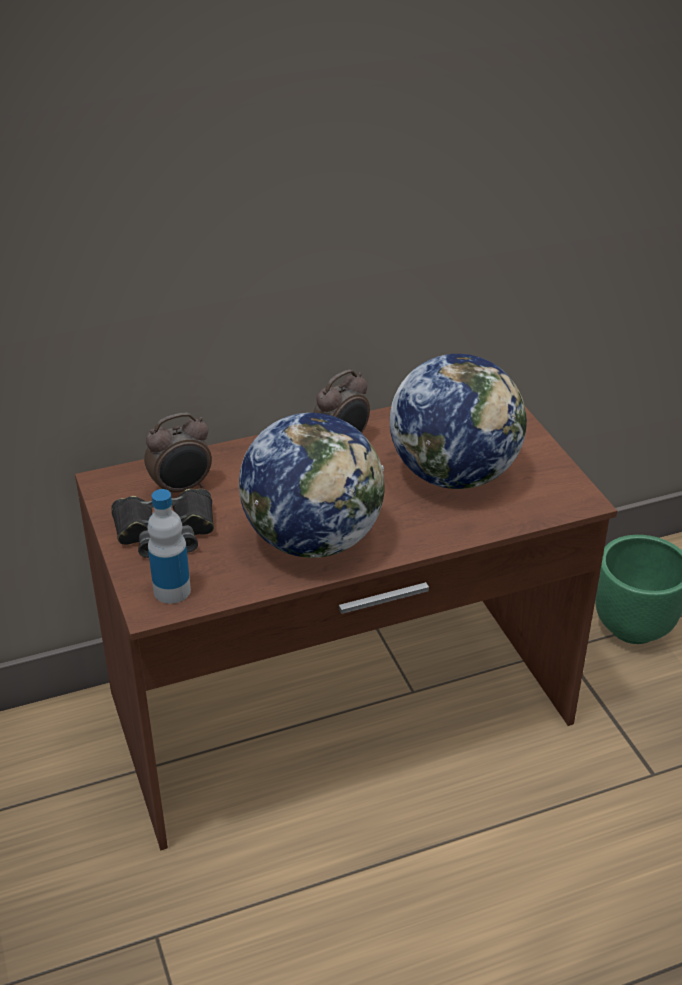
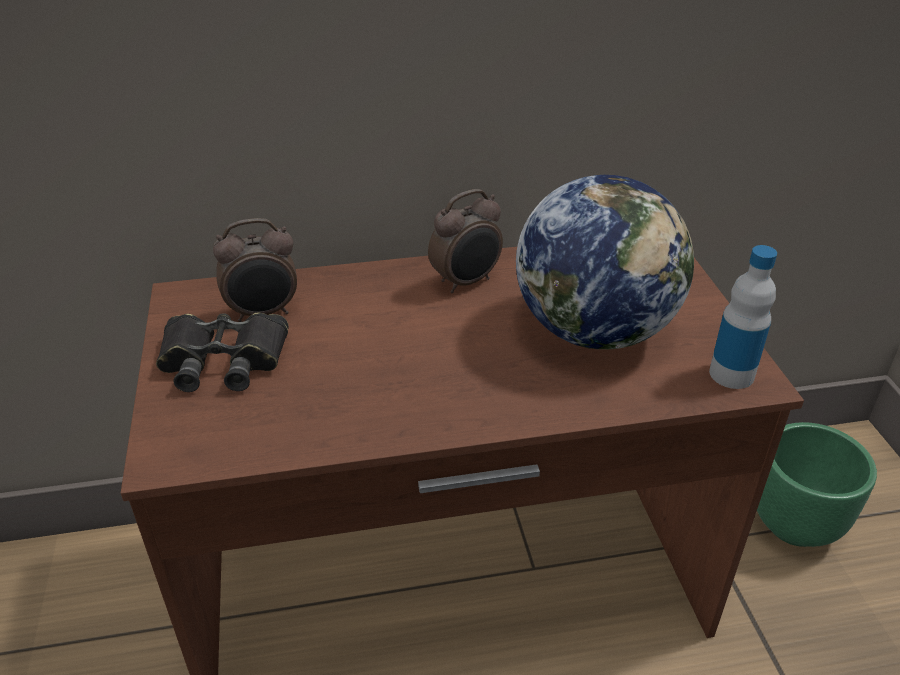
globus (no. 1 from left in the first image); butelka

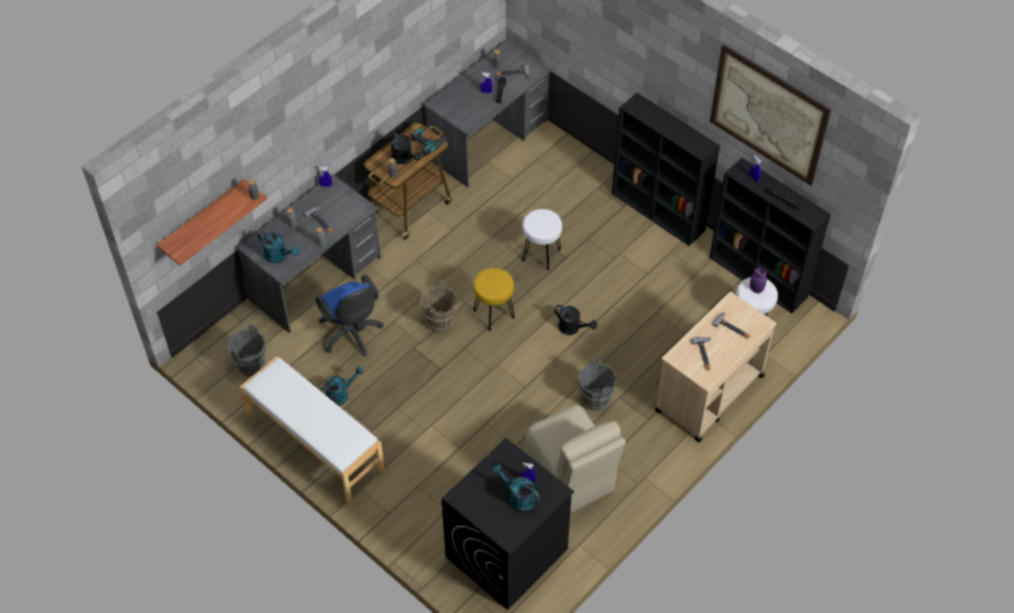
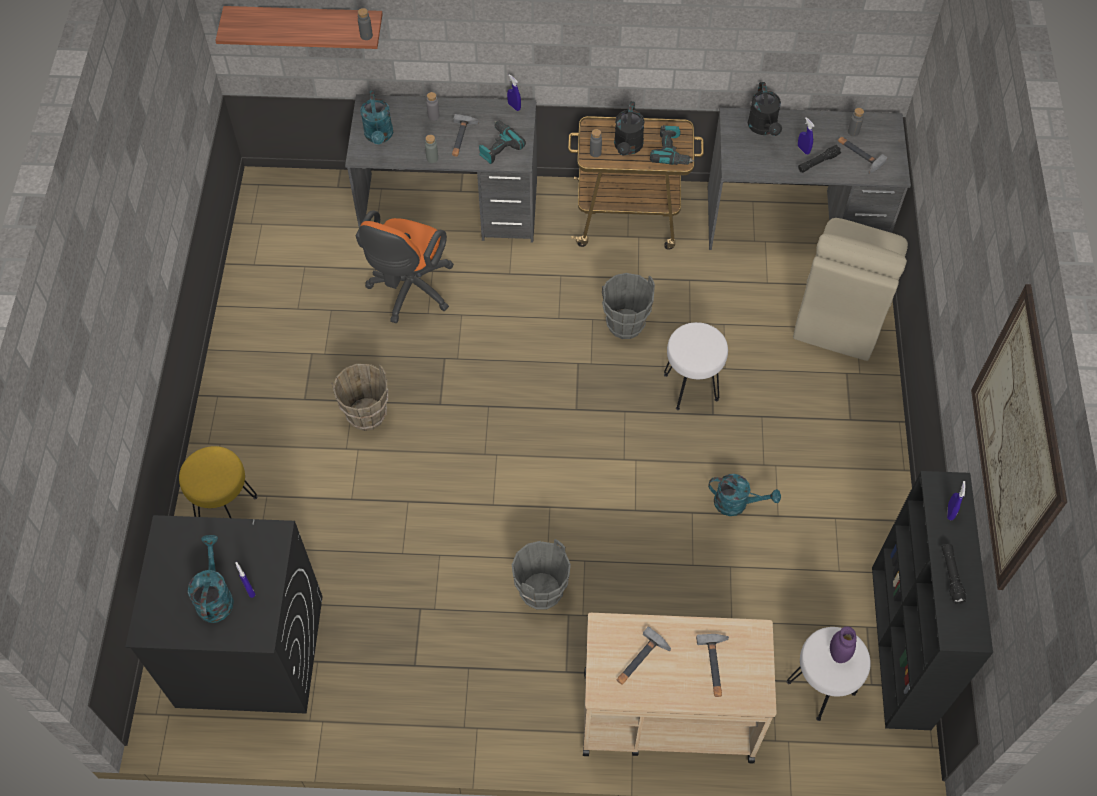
ławka (biały); regał (czarny) (no. 1 from left in the first image); wiertarka (no. 1 from left); wiadro (szary) (no. 2 from left); konewka (turkusowy) (no. 3 from left); wiadro (brązowy); stołek (żółty); krzesło (beżowy); konewka (czarny) (no. 2 from left); krzesło biurowe (pomarańczowy)

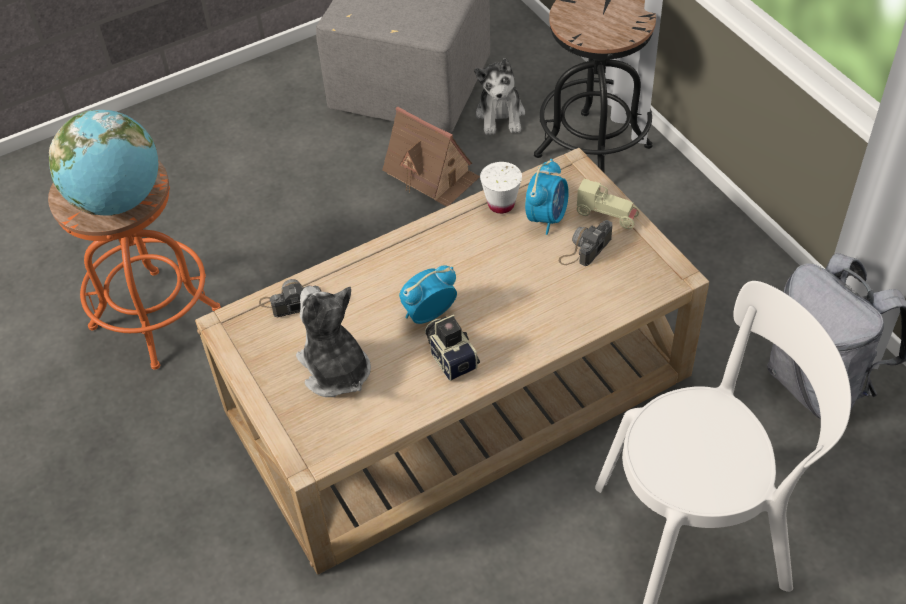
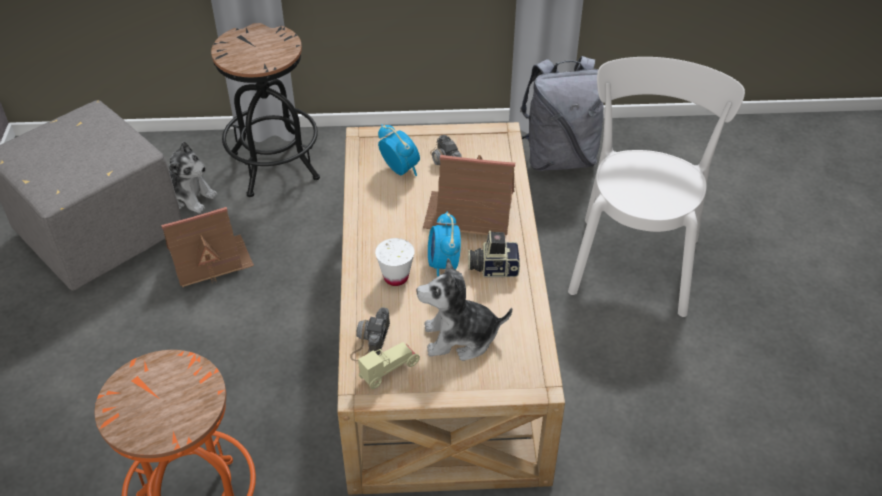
globus; domek (no. 2 from left); filiżanka (biały); samochodzik (beżowy)

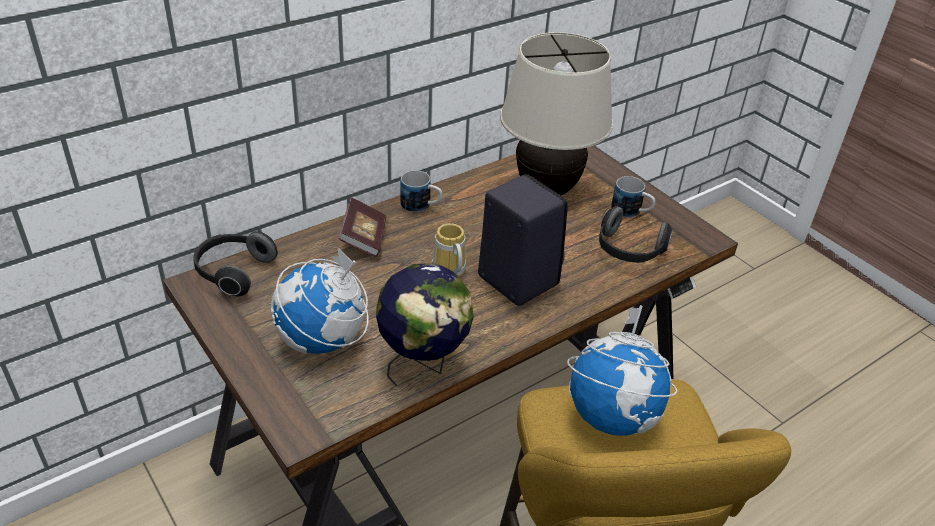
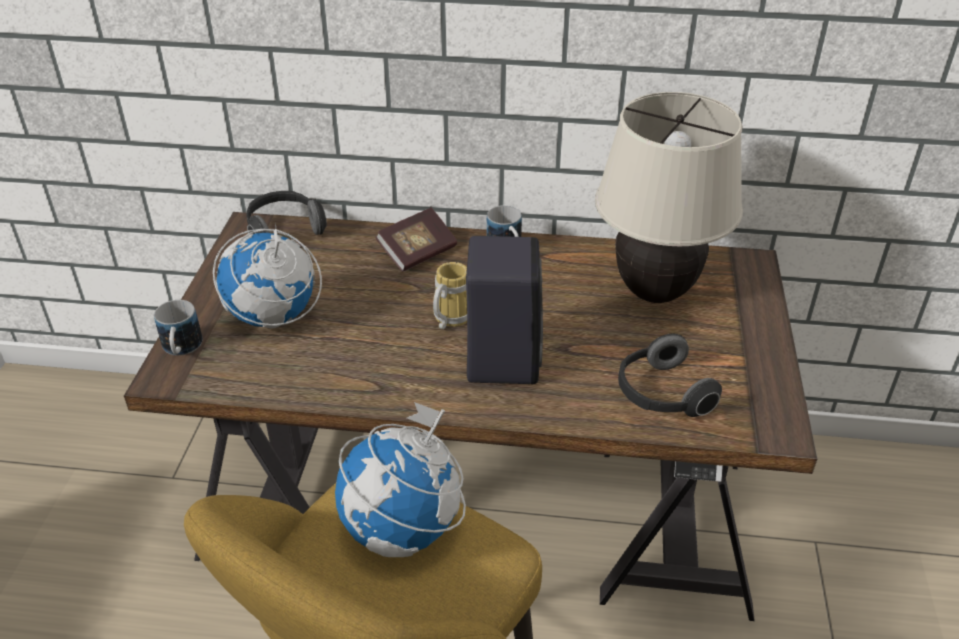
globus (no. 2 from left in the first image); kubek (no. 1 from left)

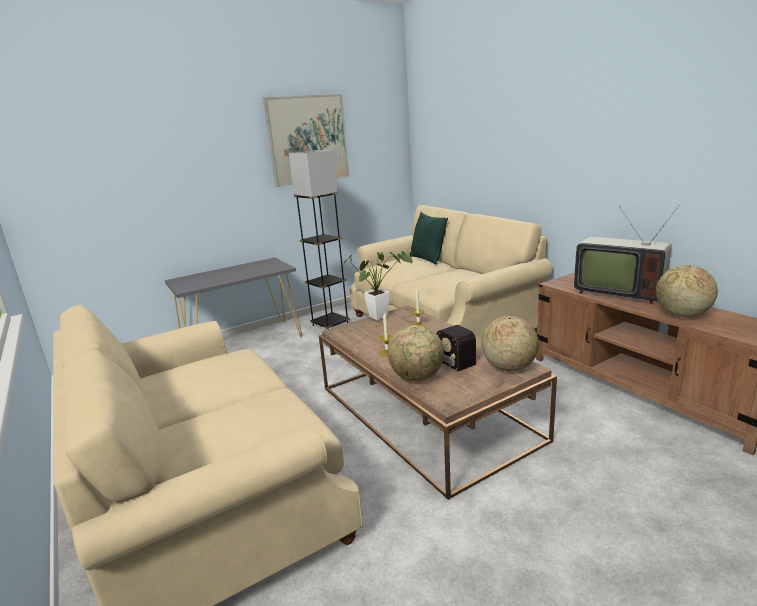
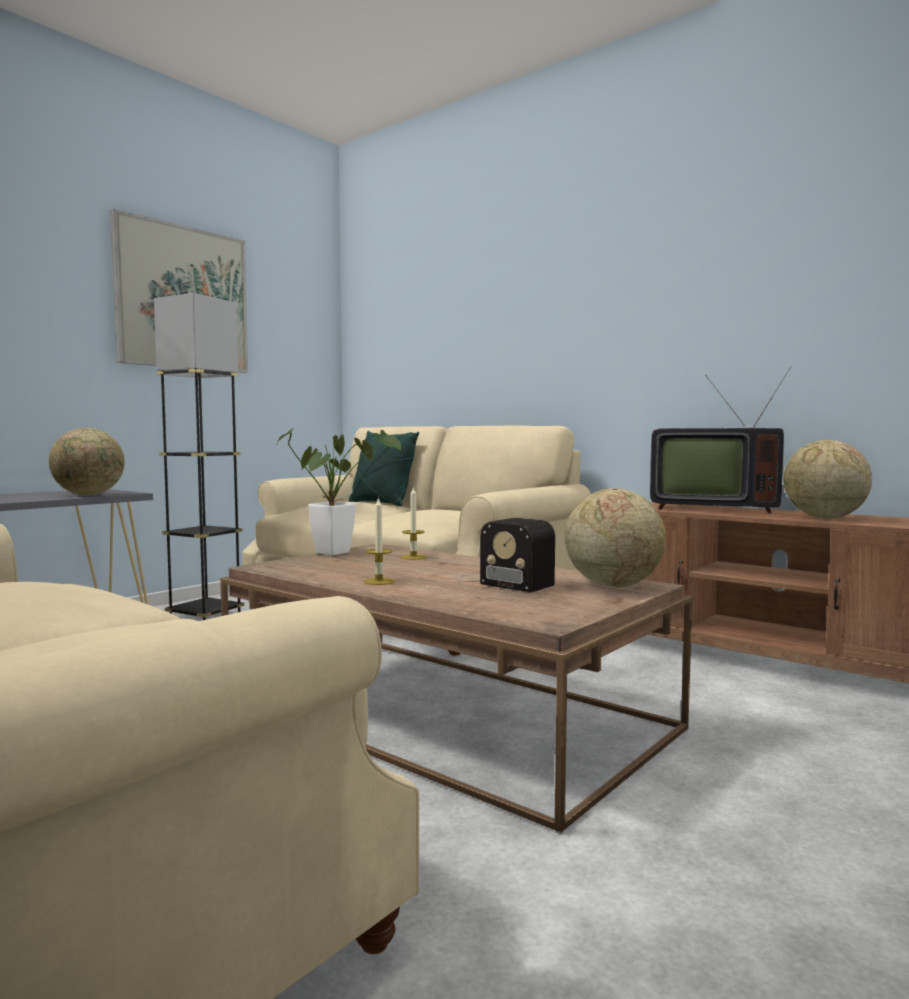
globus (no. 1 from left)

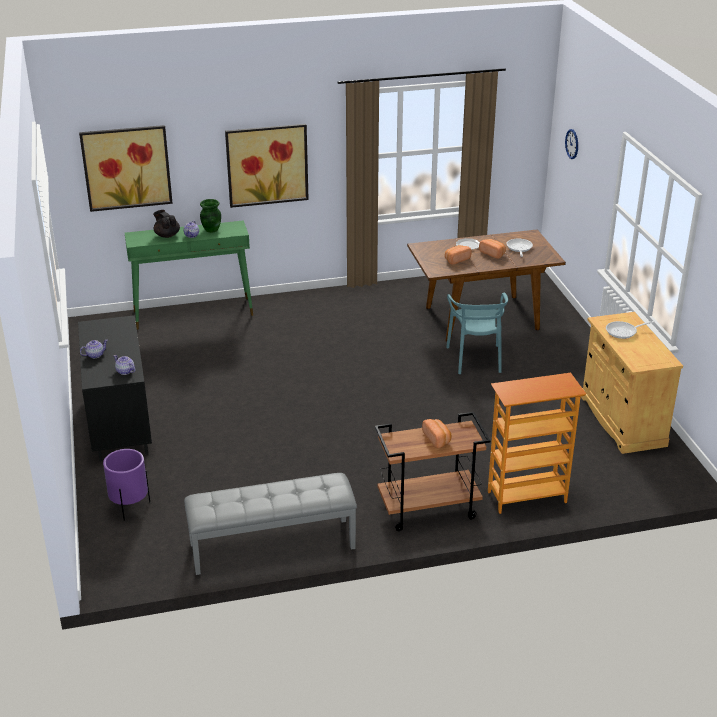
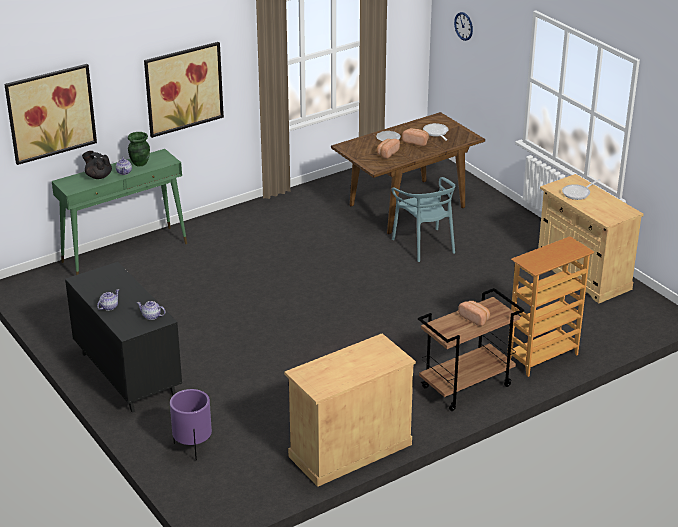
szafka (beżowy) (no. 1 from left)

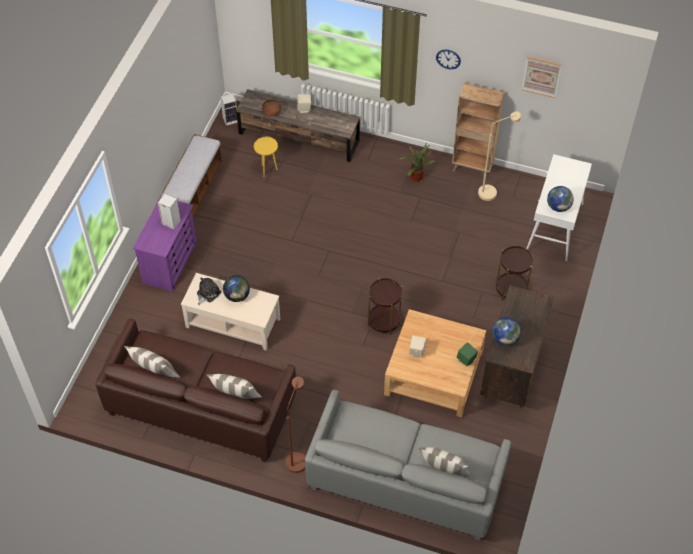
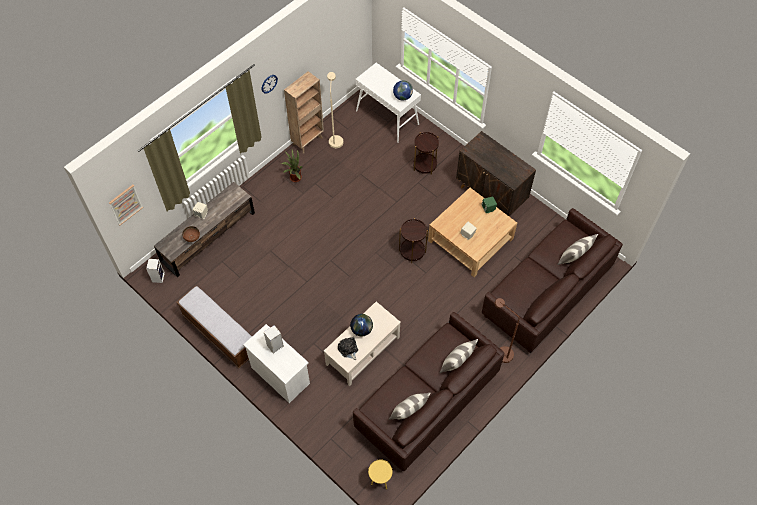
globus (no. 2 from left in the first image); stolik (żółty); obraz; komoda (biały); kanapa (brązowy) (no. 2 from left)

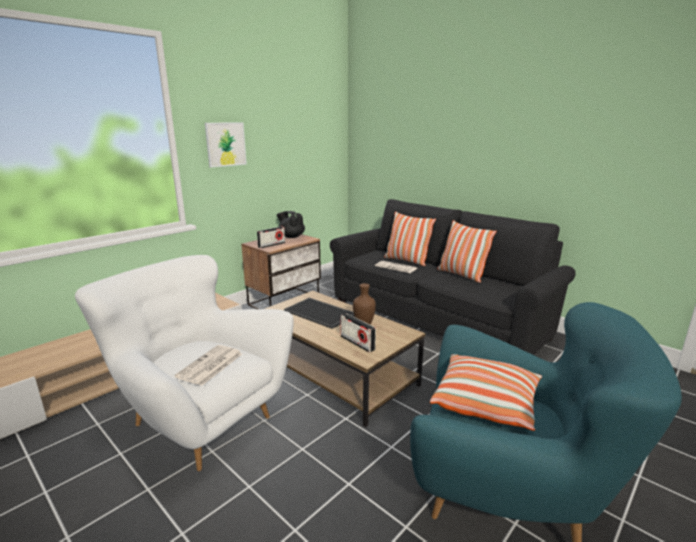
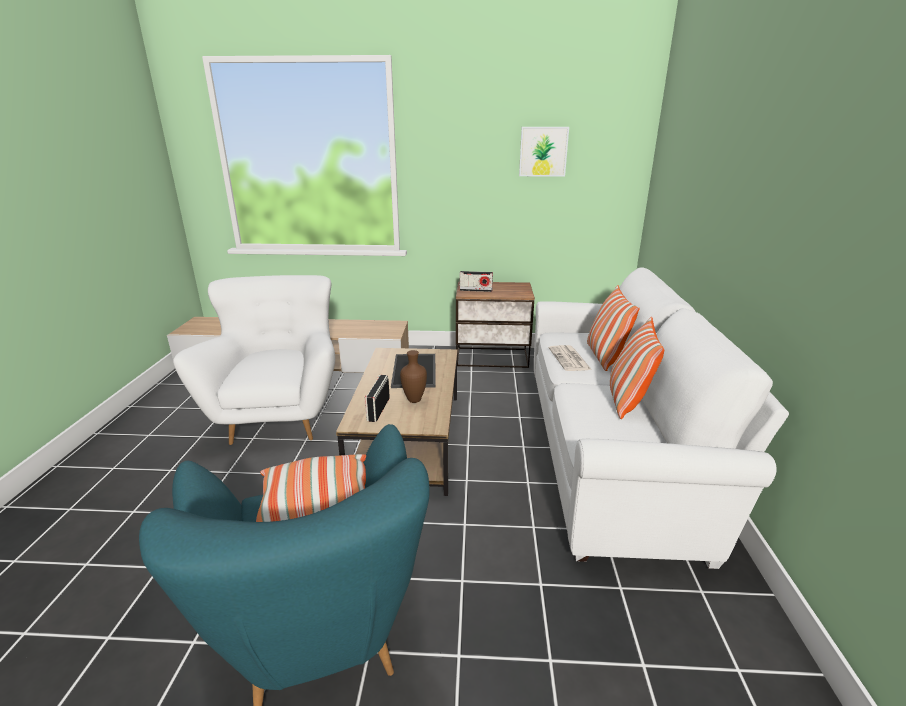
gazeta (no. 1 from left in the first image); imbryk (czarny); obraz; kanapa (biały)

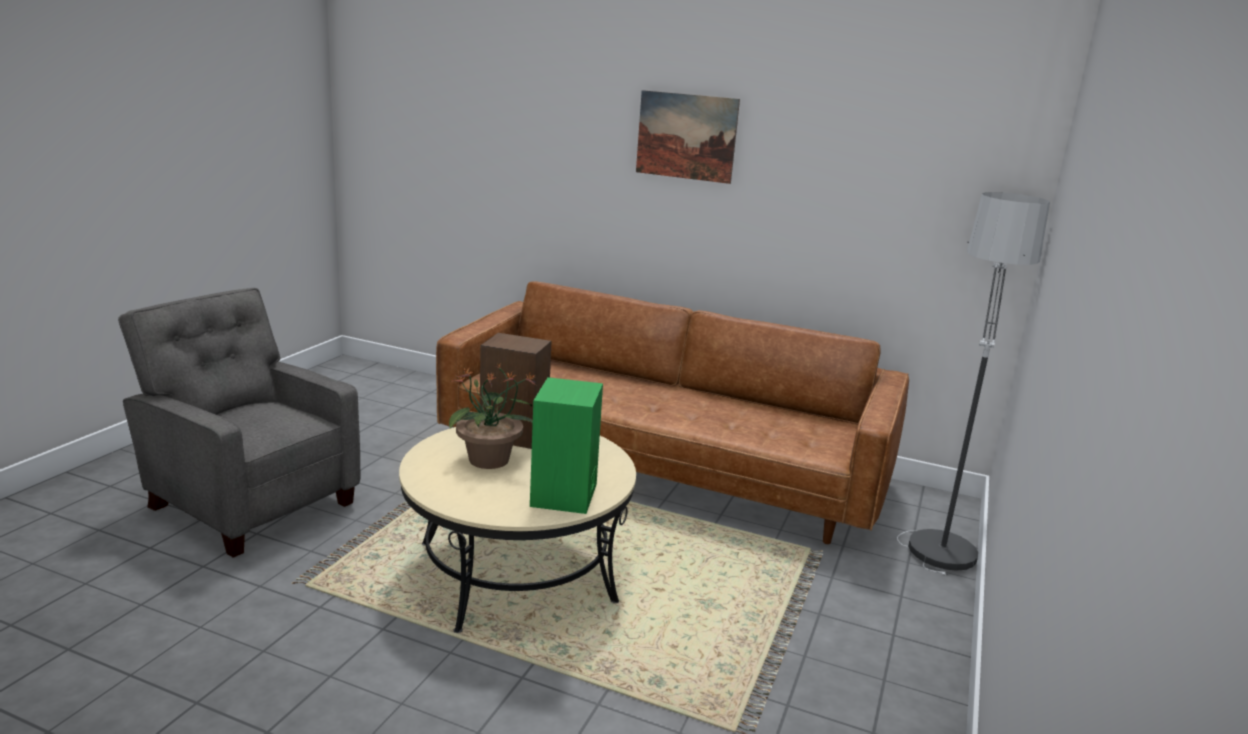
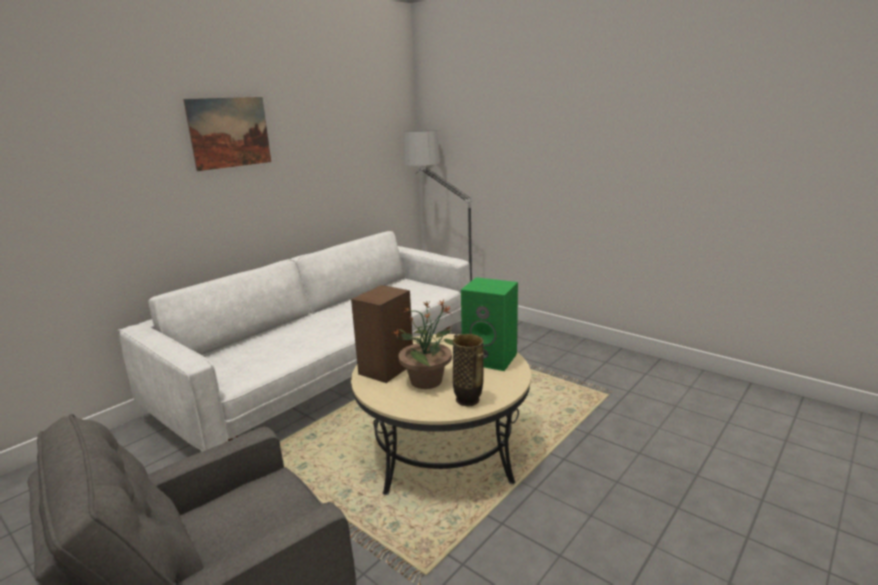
wazon; kanapa (biały)

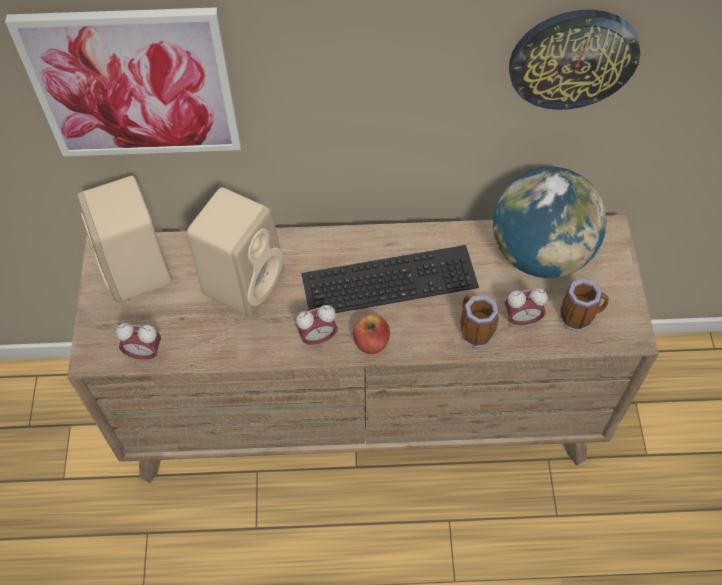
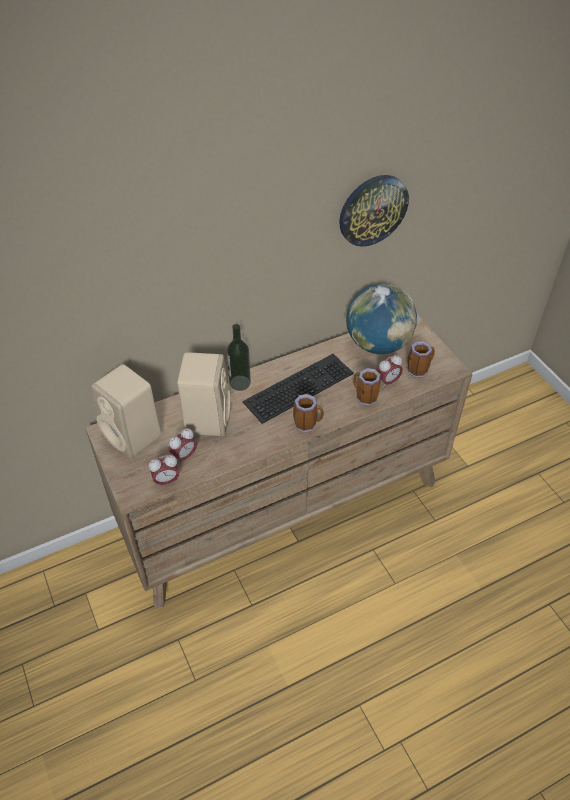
obraz; butelka; budzik (no. 2 from left); kubek (no. 1 from left)

